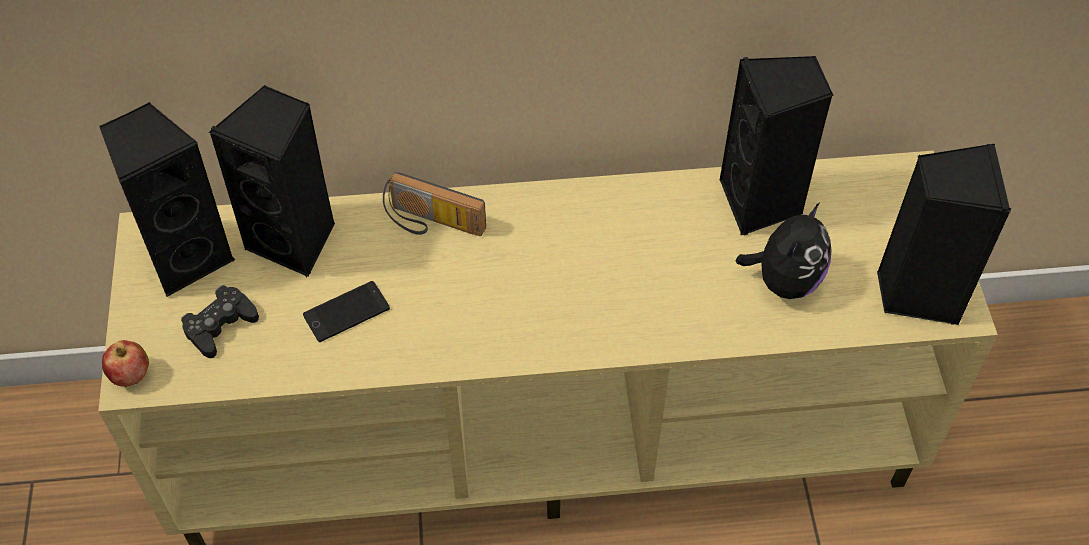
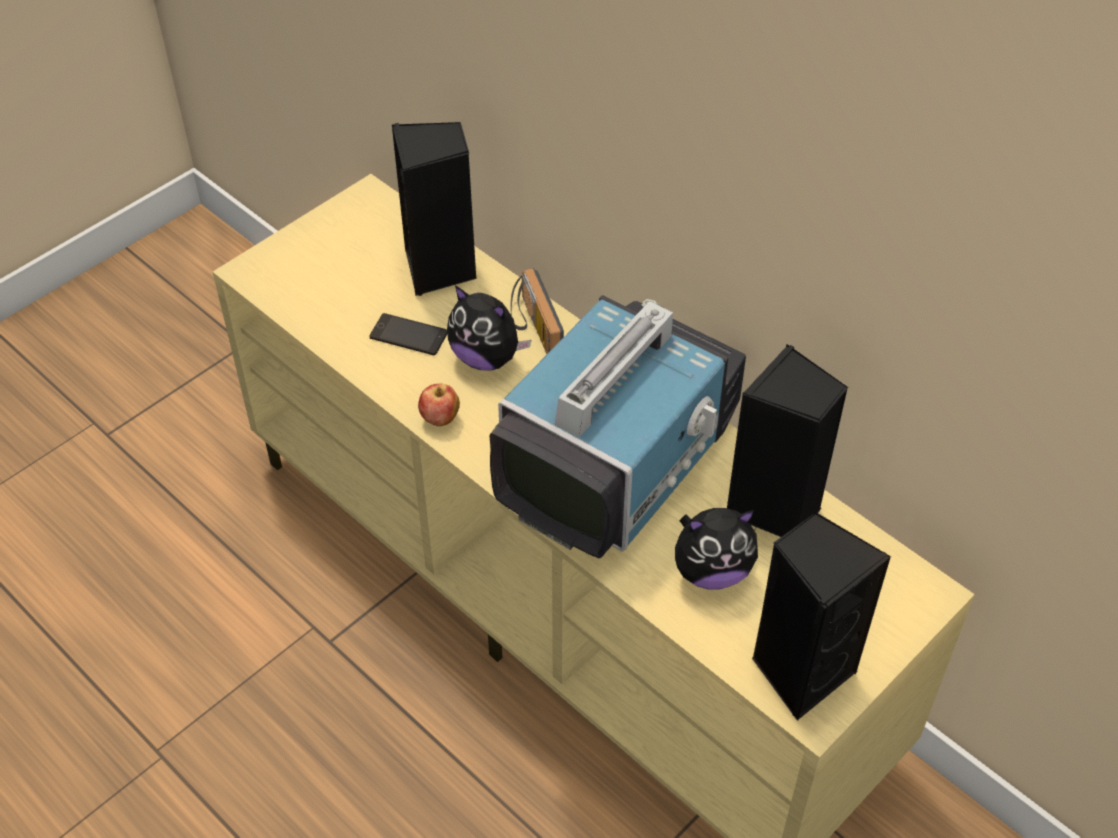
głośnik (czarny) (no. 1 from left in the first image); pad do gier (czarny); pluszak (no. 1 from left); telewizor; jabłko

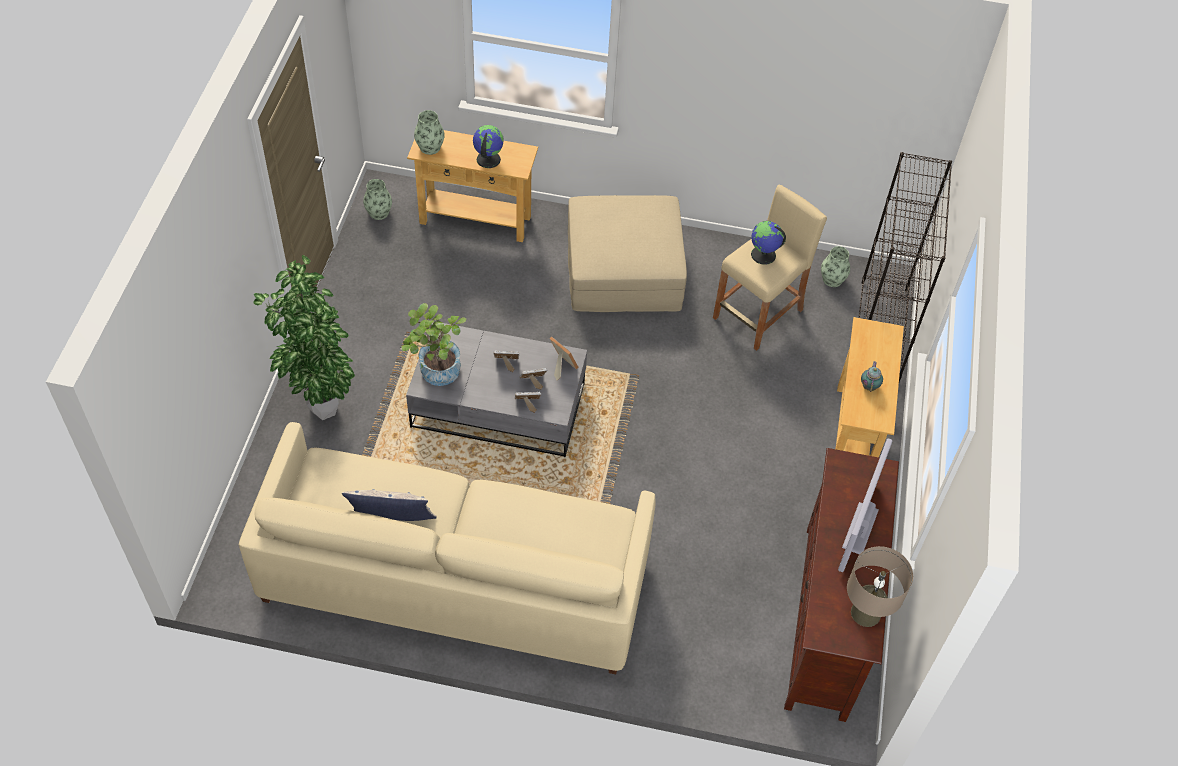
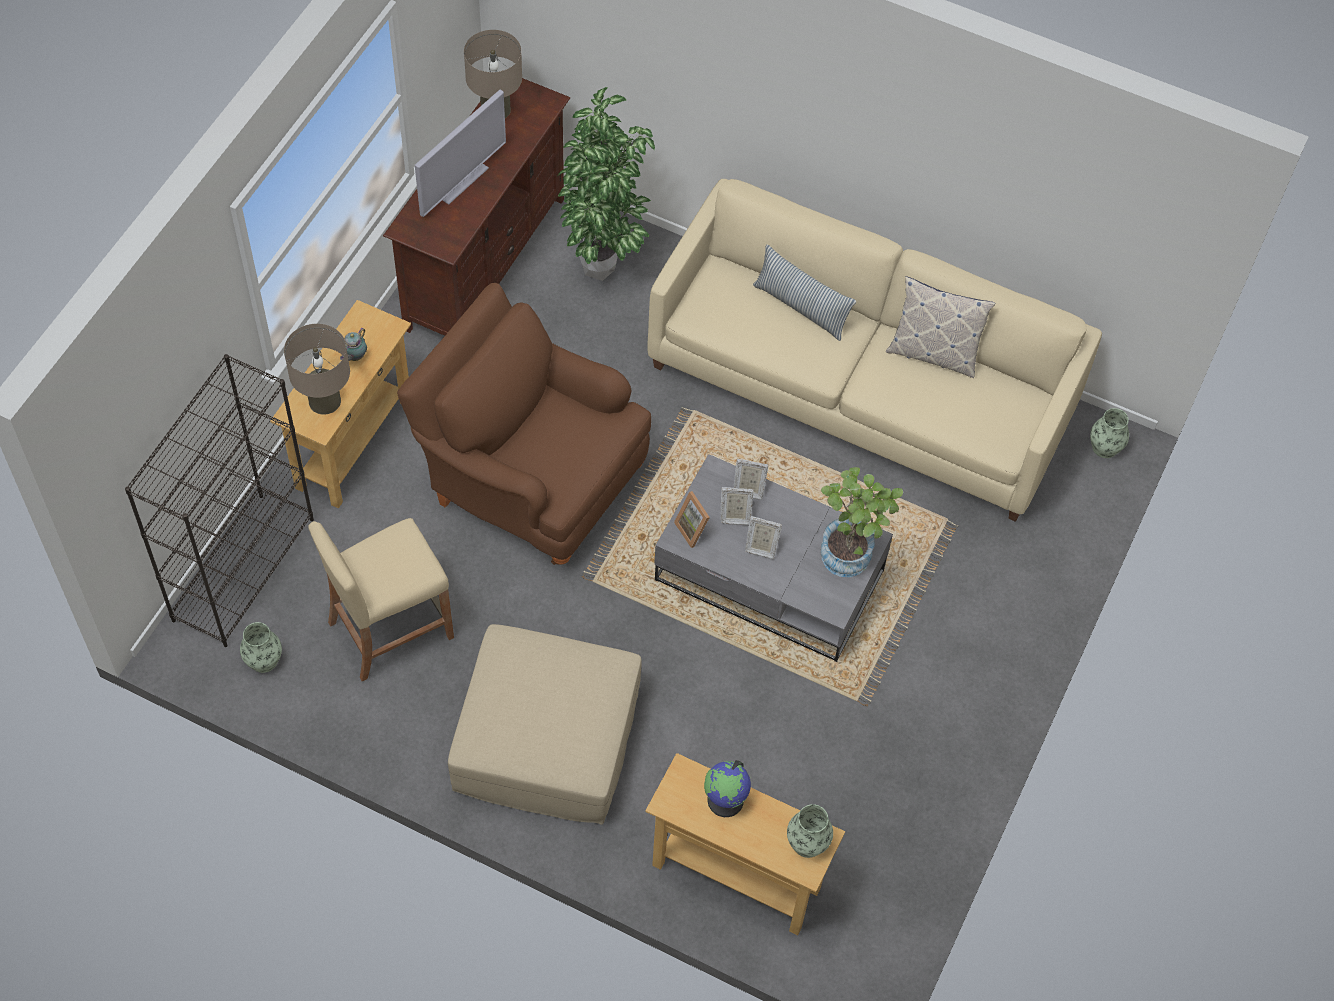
globus (no. 2 from left in the first image); lampa stołowa (beżowy) (no. 1 from left); fotel (brązowy); poduszka (no. 1 from left); roślina doniczkowa (no. 1 from left); wazon (no. 3 from left)

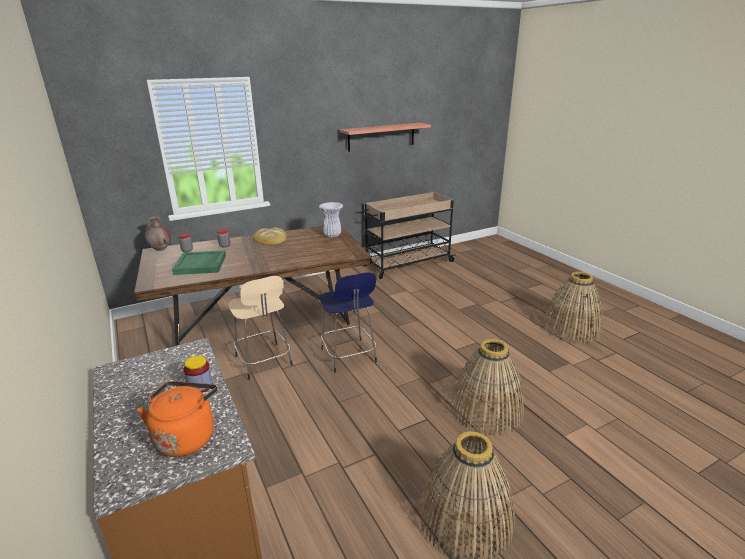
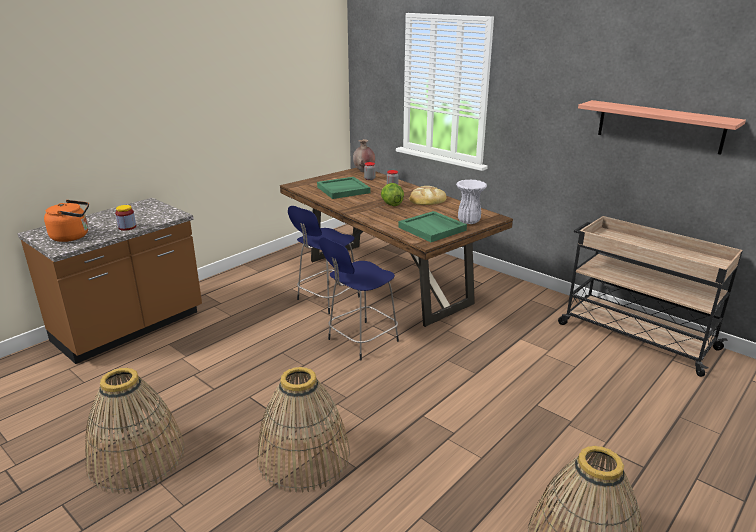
sałata; taca (zielony) (no. 2 from left); stołek (niebieski) (no. 1 from left)

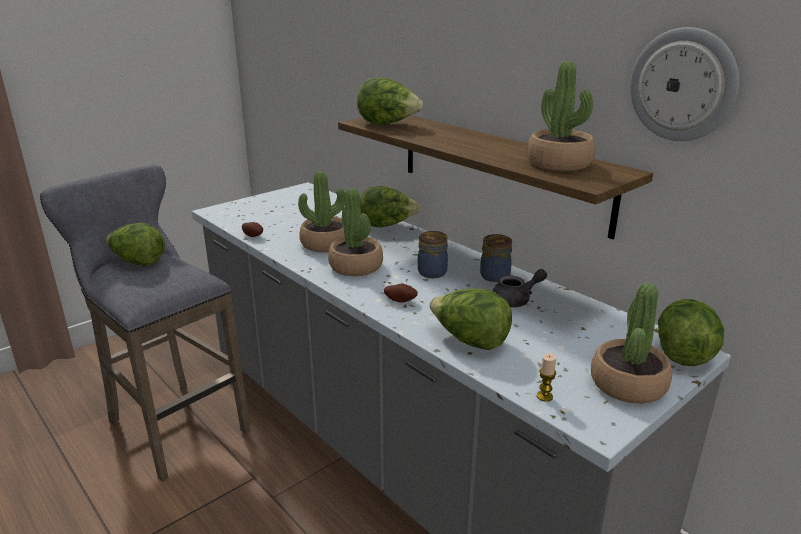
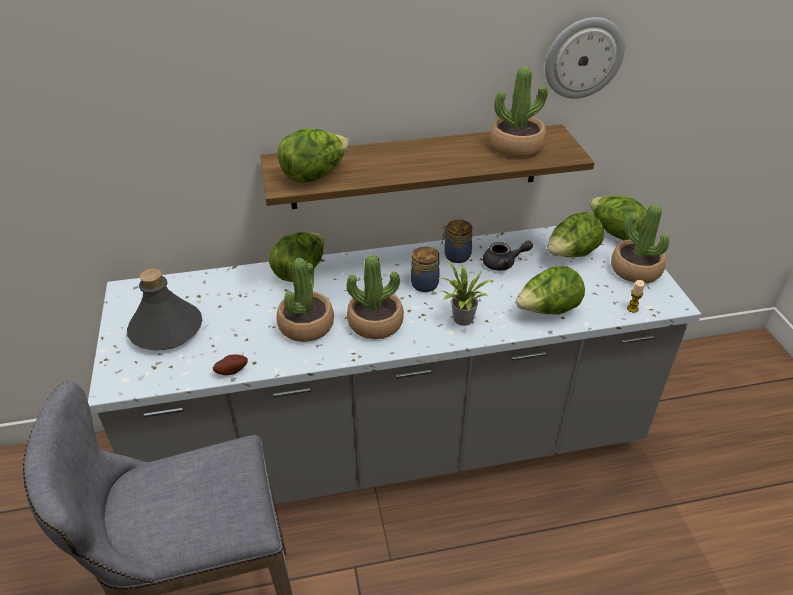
butelka (szary); sałata (no. 4 from left); roślina doniczkowa (no. 3 from left); imbryk (szary)

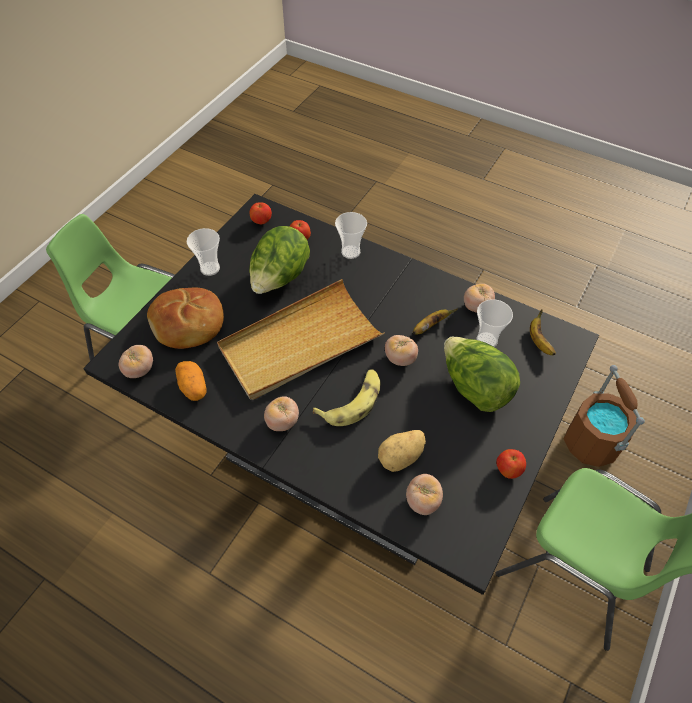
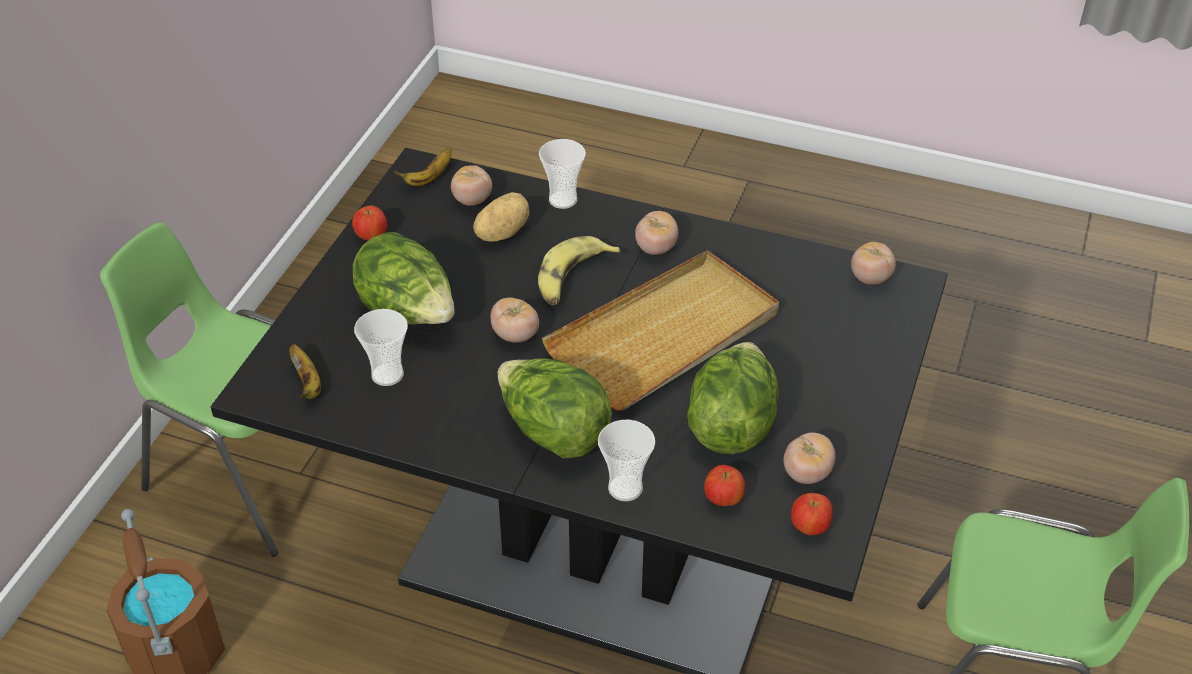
chleb; ziemniak (no. 1 from left in the first image); sałata (no. 2 from left); filiżanka (no. 2 from left); banan (no. 2 from left); pomidor (no. 4 from left)

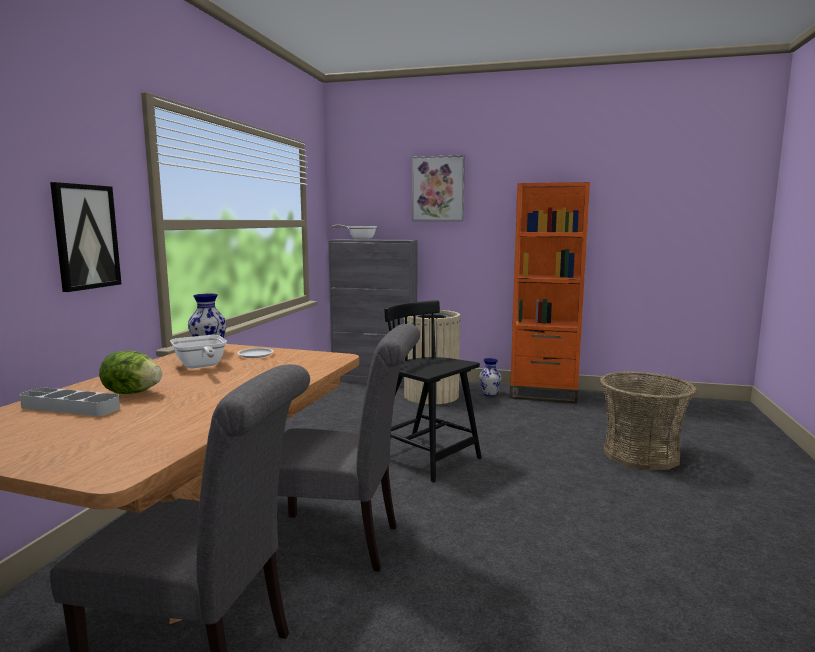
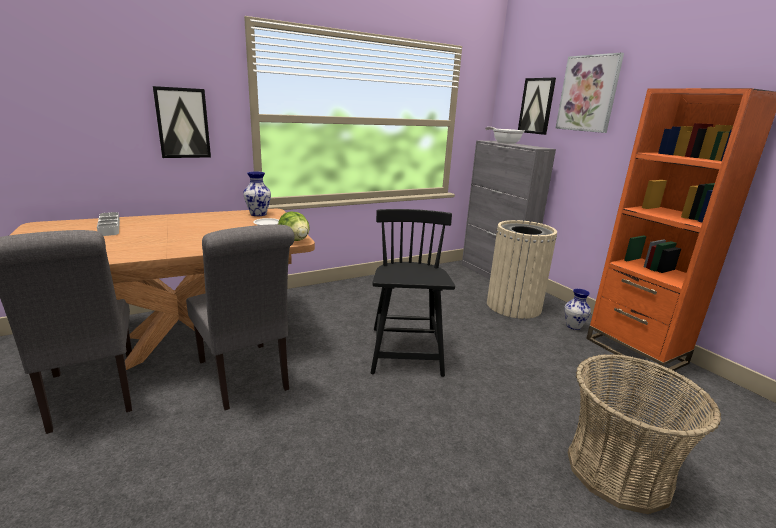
patelnia (no. 1 from left in the first image); obraz (no. 2 from left); sałata

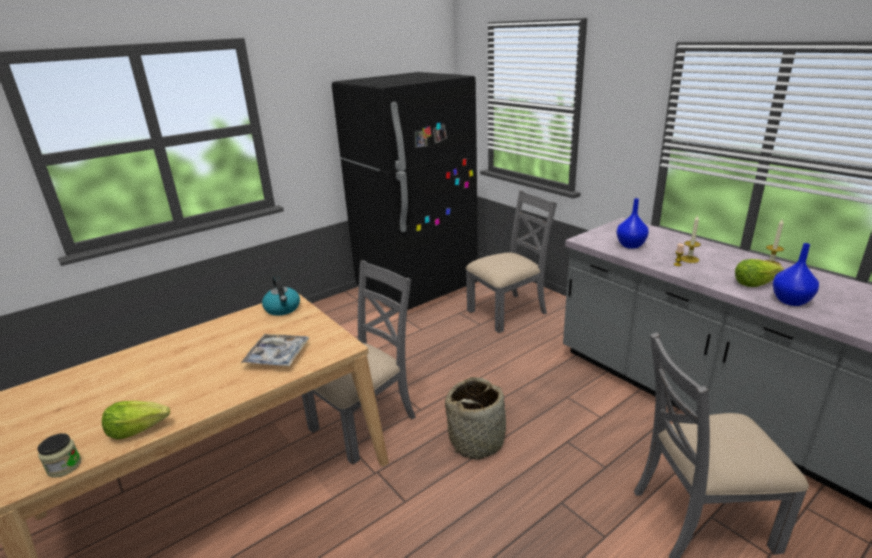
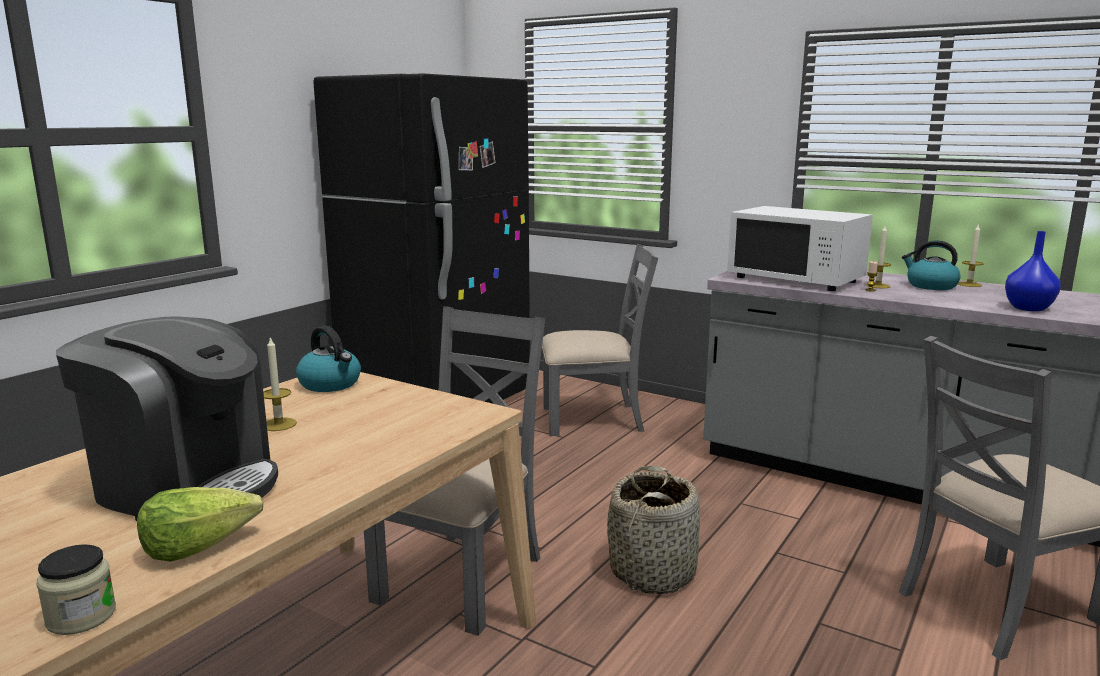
taca; sałata (no. 2 from left in the first image); ekspres do kawy; świeca (no. 1 from left); czajnik (no. 2 from left); mikrofalówka (biały); krzesło (szary) (no. 2 from left)

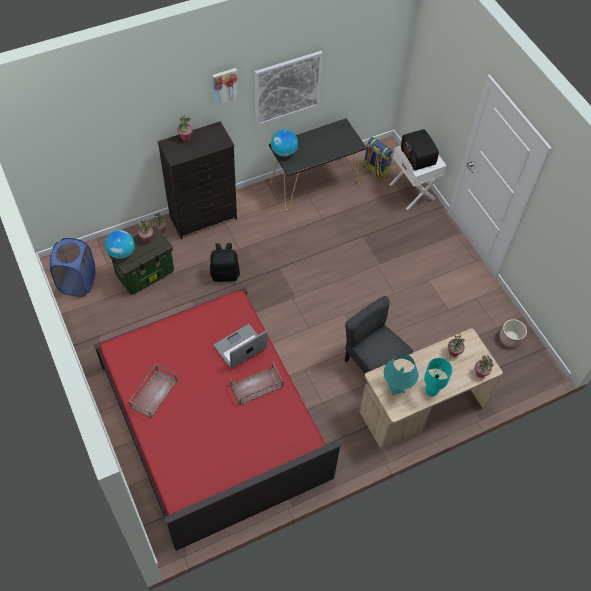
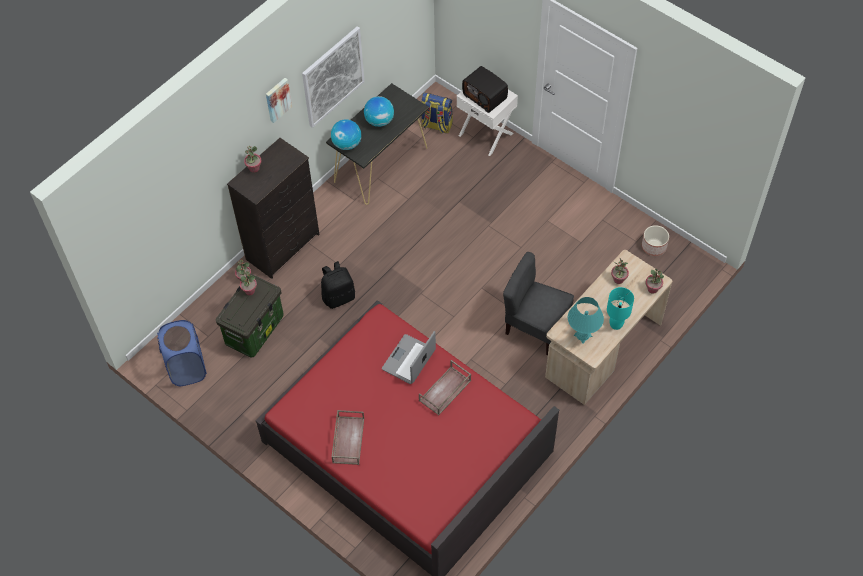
globus (no. 2 from left)

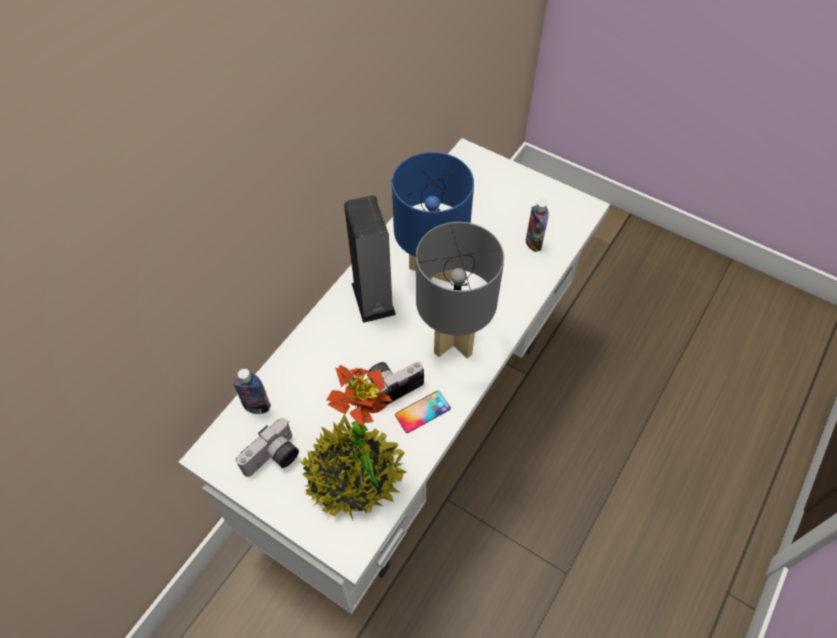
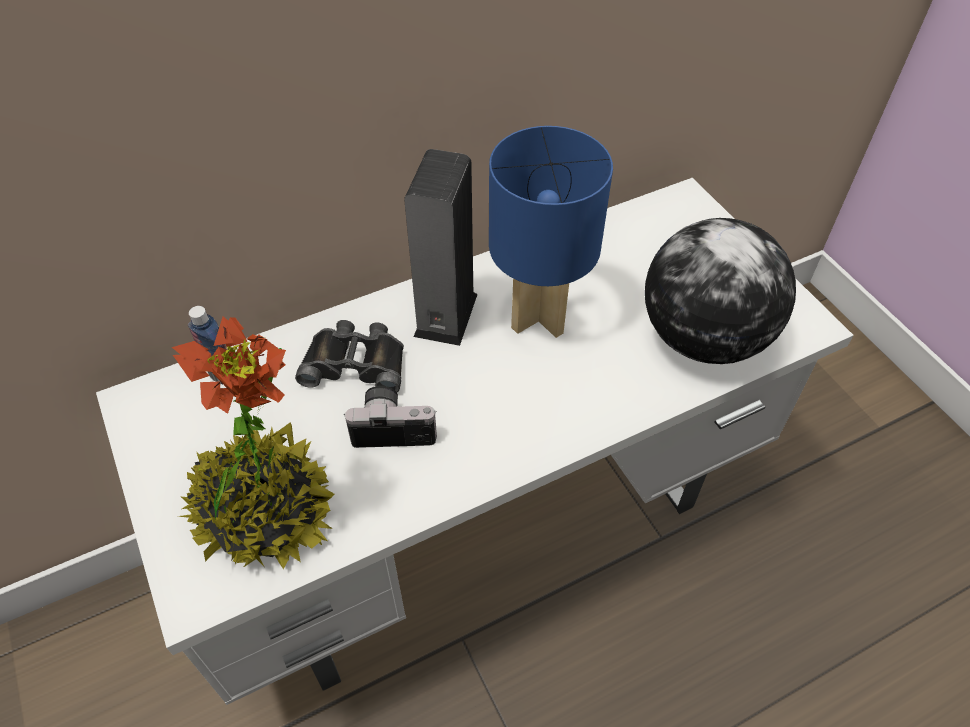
aparat fotograficzny (no. 1 from left in the first image); telefon; lampa stołowa (szary); lornetka (czarny); globus

